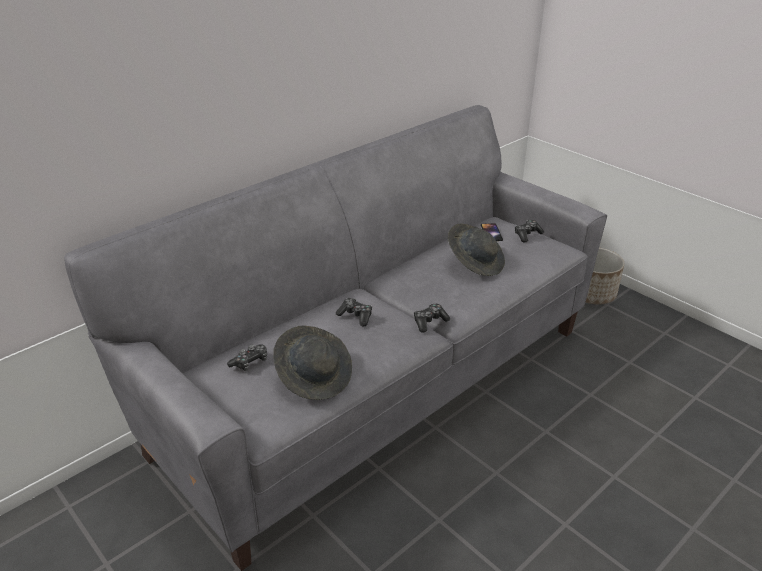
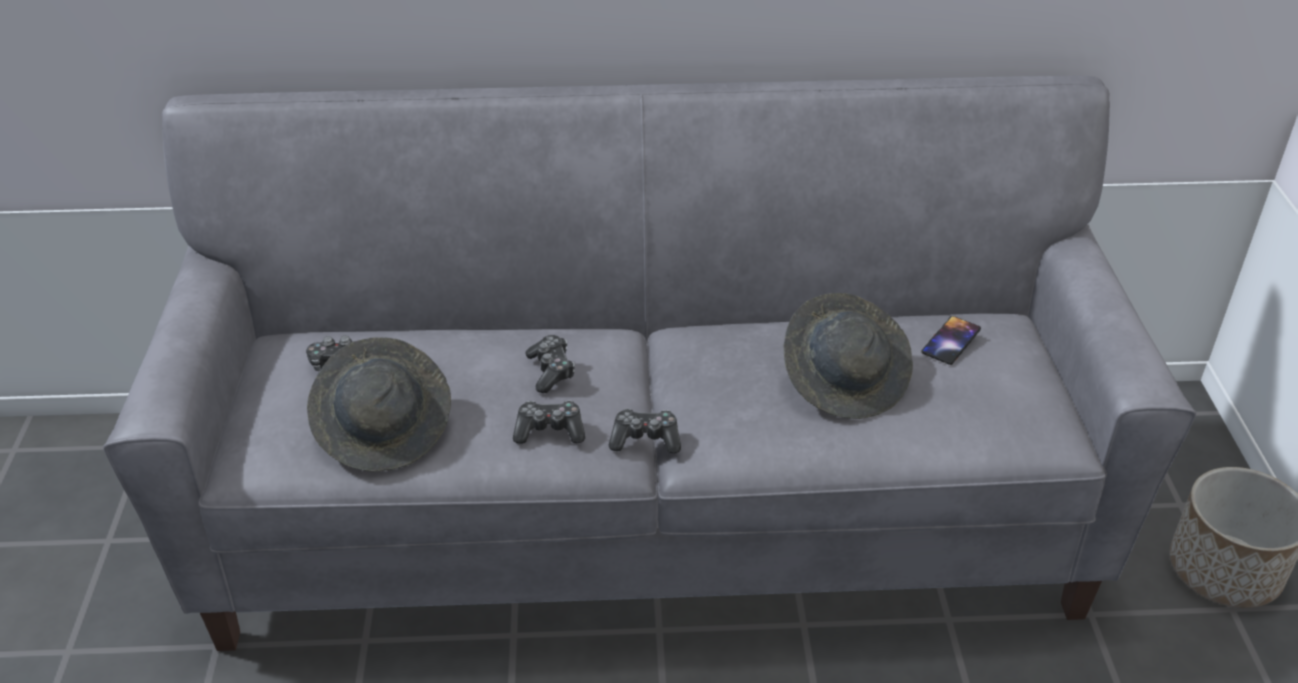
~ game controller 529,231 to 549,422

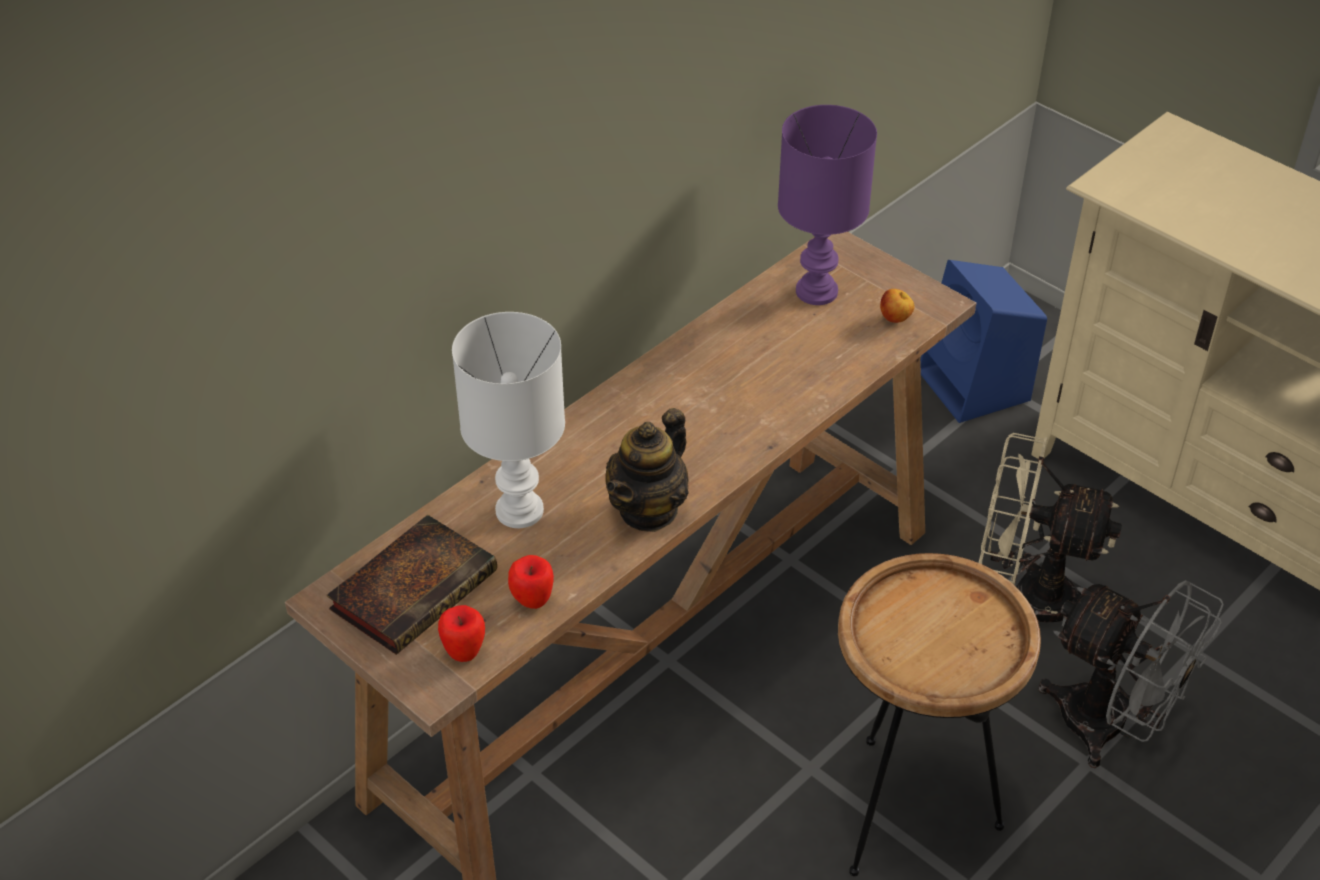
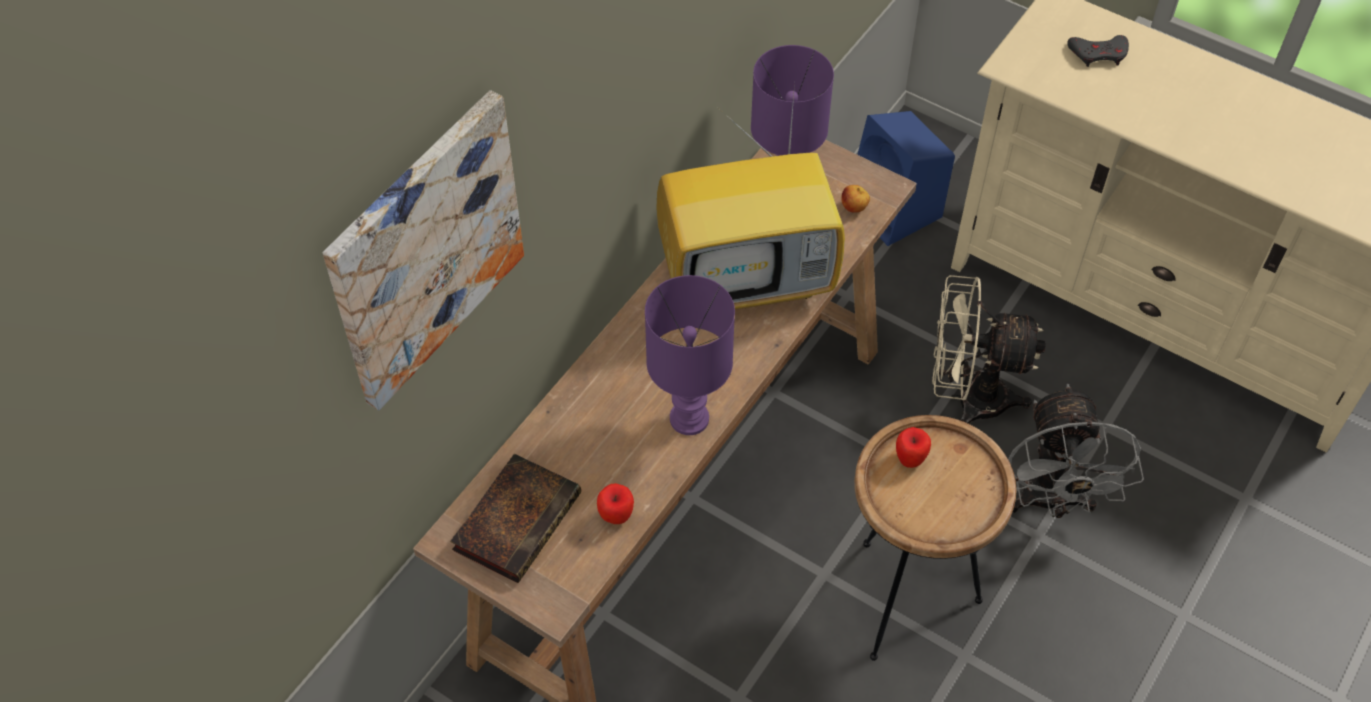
~ apple fruit 461,633 to 913,447
- lamp for a table/whitish 508,420
~ teapot 647,470 to lamp for a table/purple-coloured 690,355
~ fan/greyish 1131,674 = 1076,451 60 degrees clockwise
+ picture 423,250
+ TV set 750,196
+ game controller/greyish 1098,51

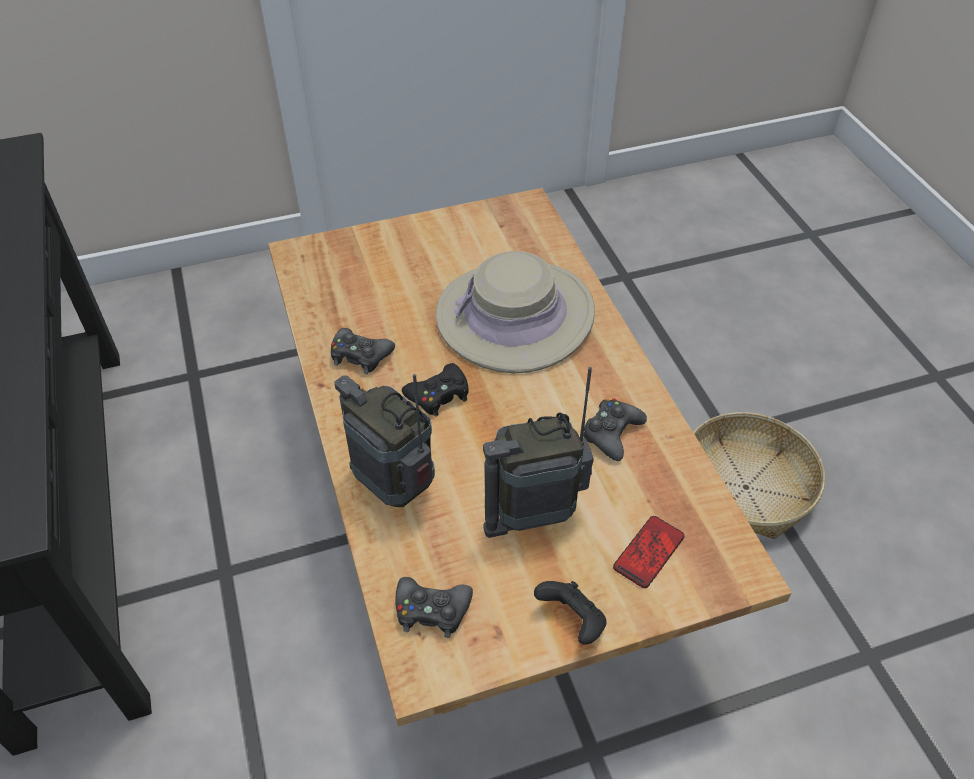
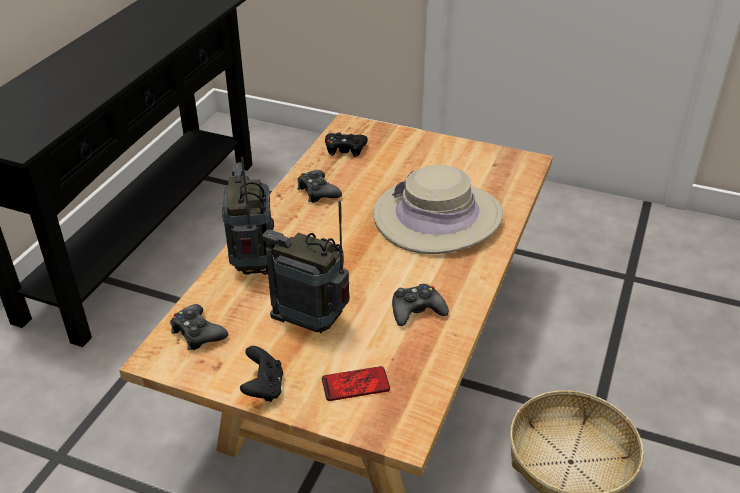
~ game controller/black-coloured 435,390 to 346,144

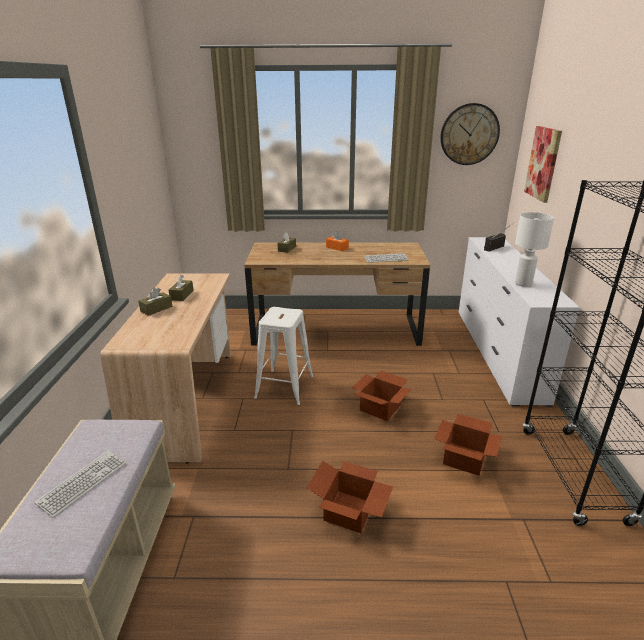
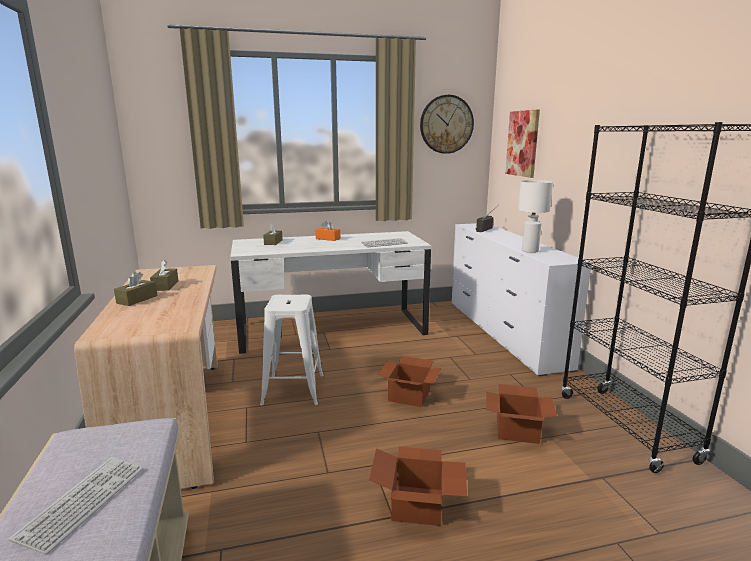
~ desk/brownish 337,294 to desk/whitish 330,292

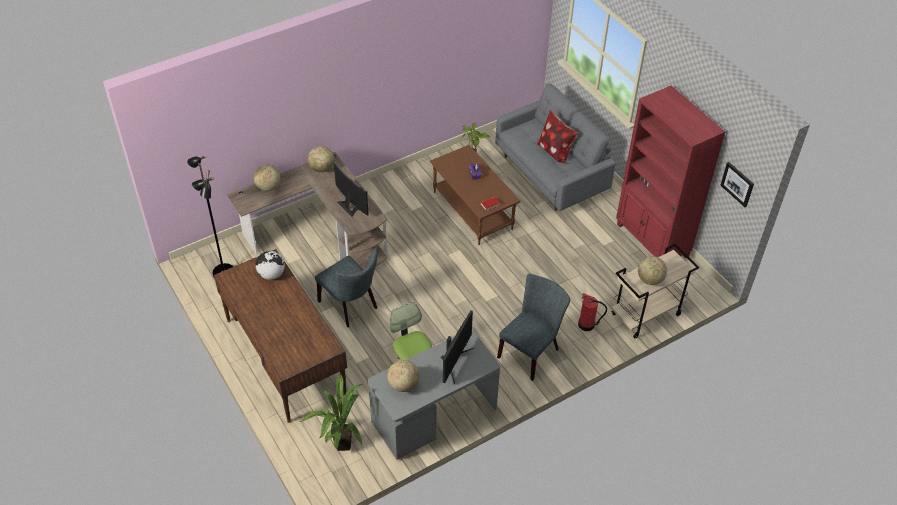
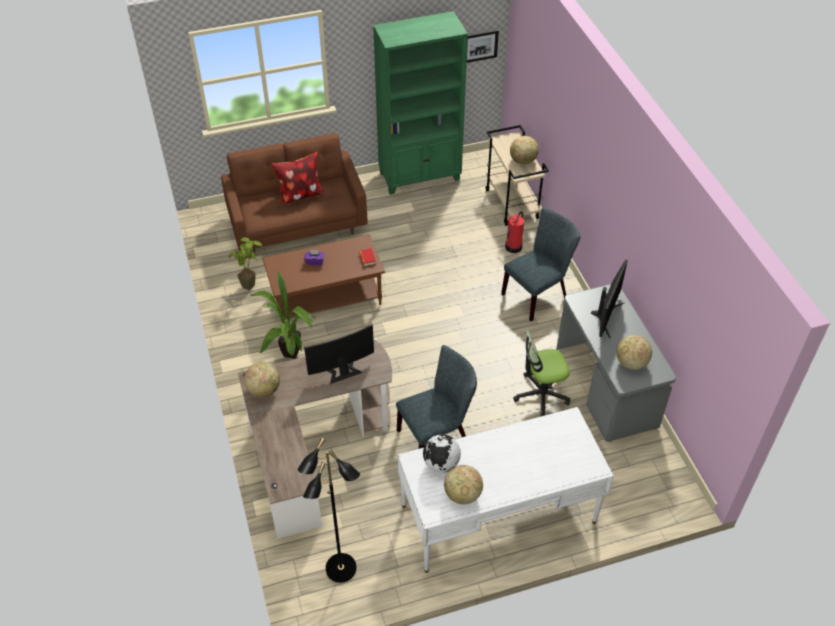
~ desk/brownish 280,336 to desk/whitish 506,490
~ globe 267,177 to 463,485
~ potted plant 331,412 to 281,315
~ computer screen 457,346 = 609,298 75 degrees clockwise
~ sofa/greyish 555,147 to sofa/brownish 294,194
~ upright chair/greyish 533,327 = 541,264 90 degrees clockwise
~ bookshelf/reddish 670,172 to bookshelf/green-coloured 420,103

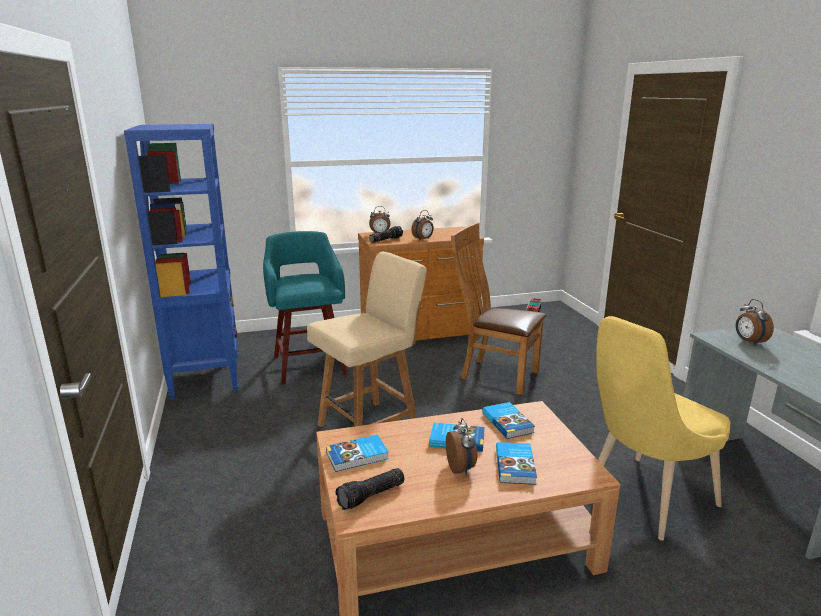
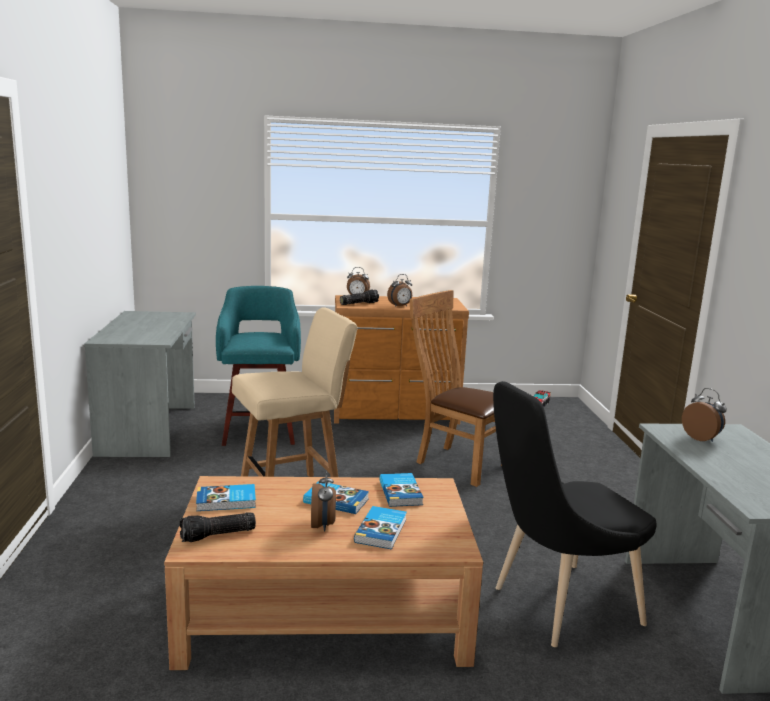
~ bookshelf/blue 181,262 to desk/greyish 140,384
~ upright chair/yellow-coloured 663,428 to upright chair/black-coloured 575,514
~ bedside clock 755,322 = 704,415 150 degrees clockwise

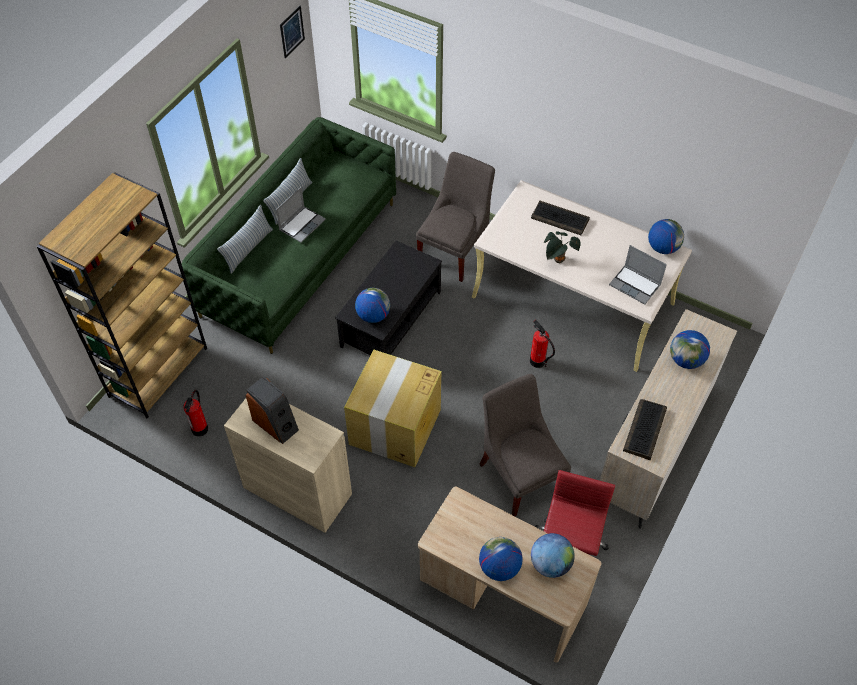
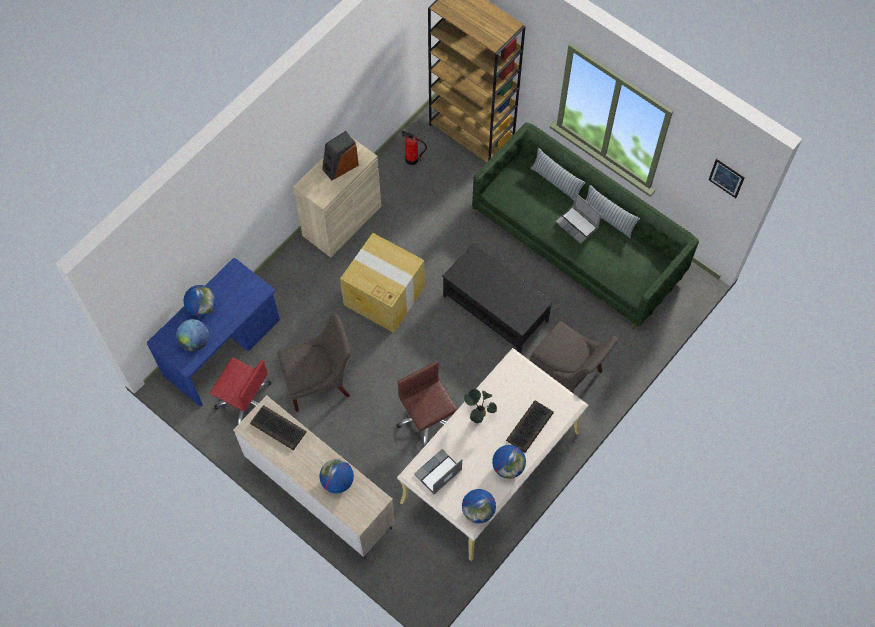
~ globe 372,305 to 509,462
~ desk/beige 509,574 to desk/blue 213,332
~ fire extinguisher 542,344 to computer chair/brownish 427,404

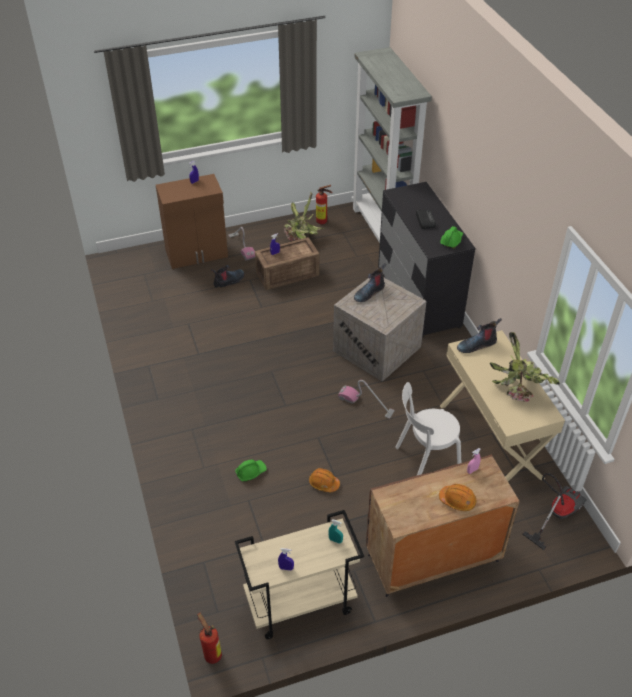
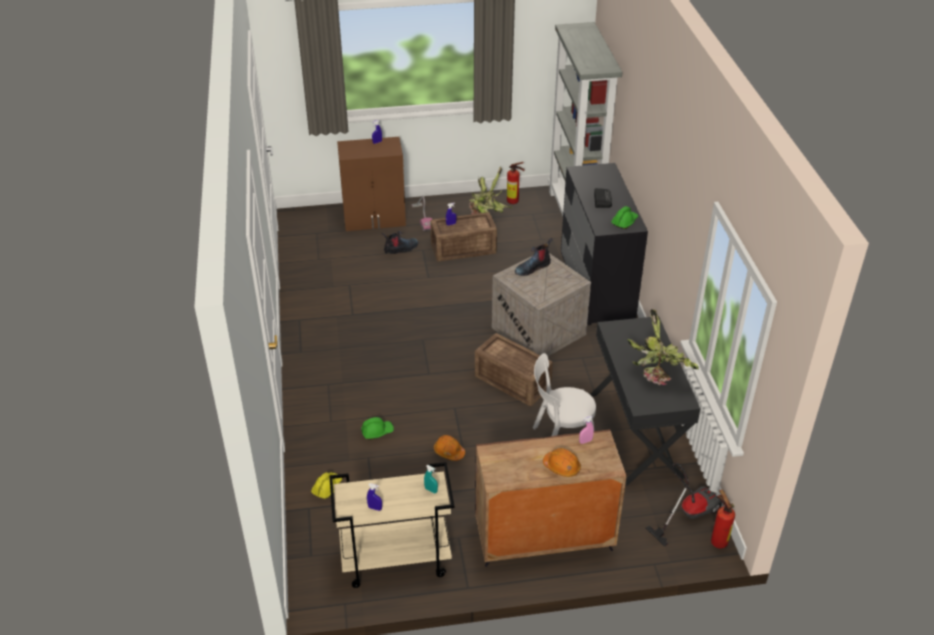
~ fire extinguisher 209,638 to 723,519
~ vacuum cleaner 366,399 to crate 514,369
~ desk/beige 502,405 to desk/black-coloured 645,401
- boot 479,335
+ work helmet/yellow-coloured 326,485

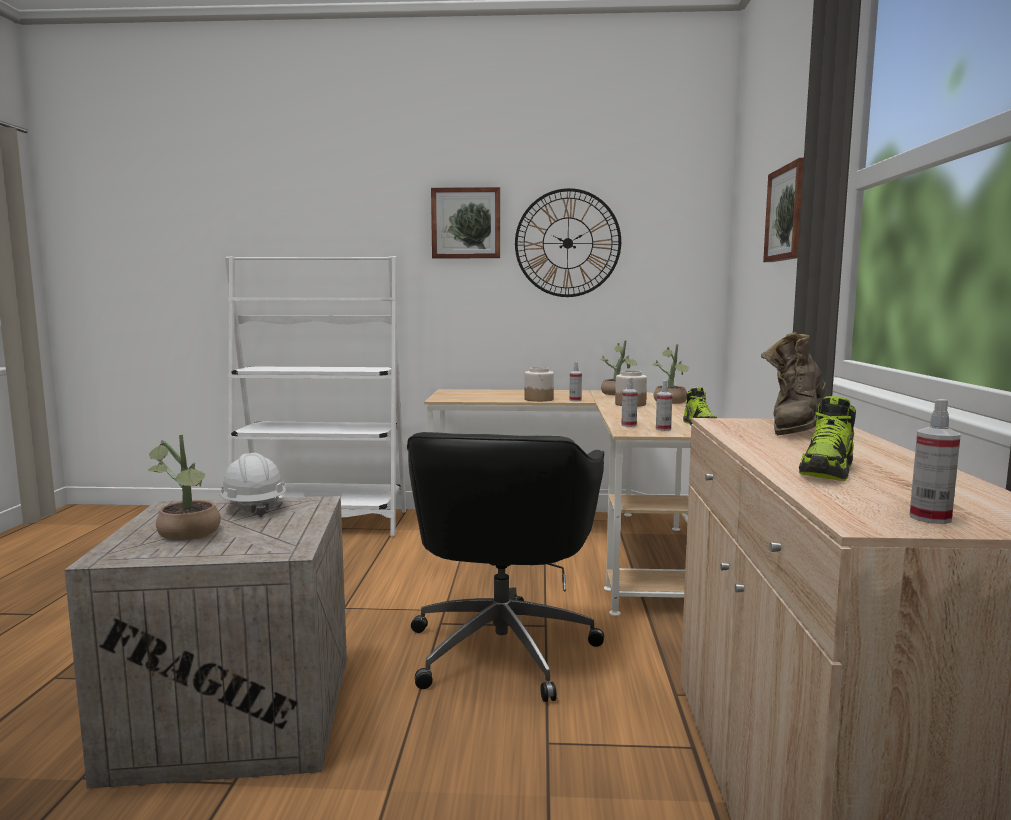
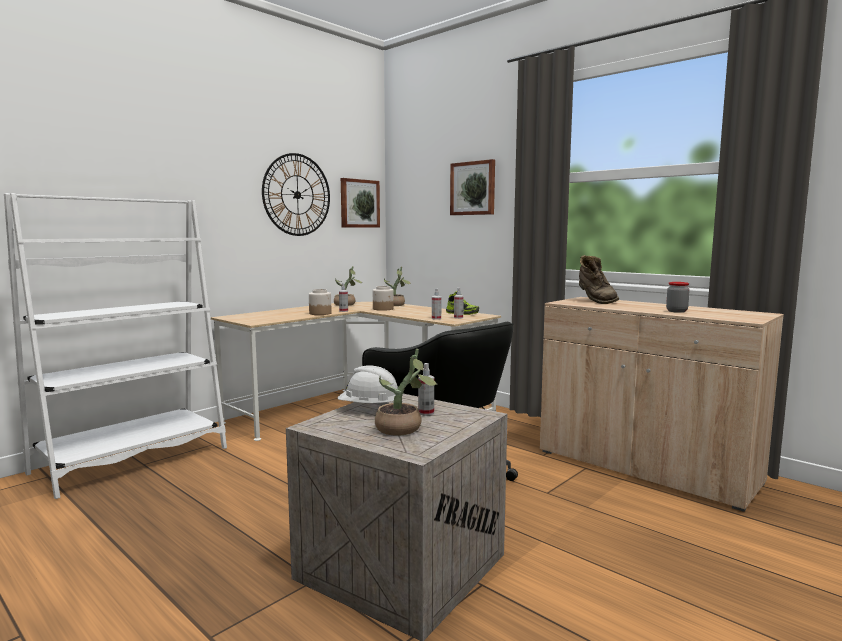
~ picture 465,222 to 360,203
~ item of footwear 827,438 to preserve jar 678,297
~ sprayer 935,461 to 426,389

